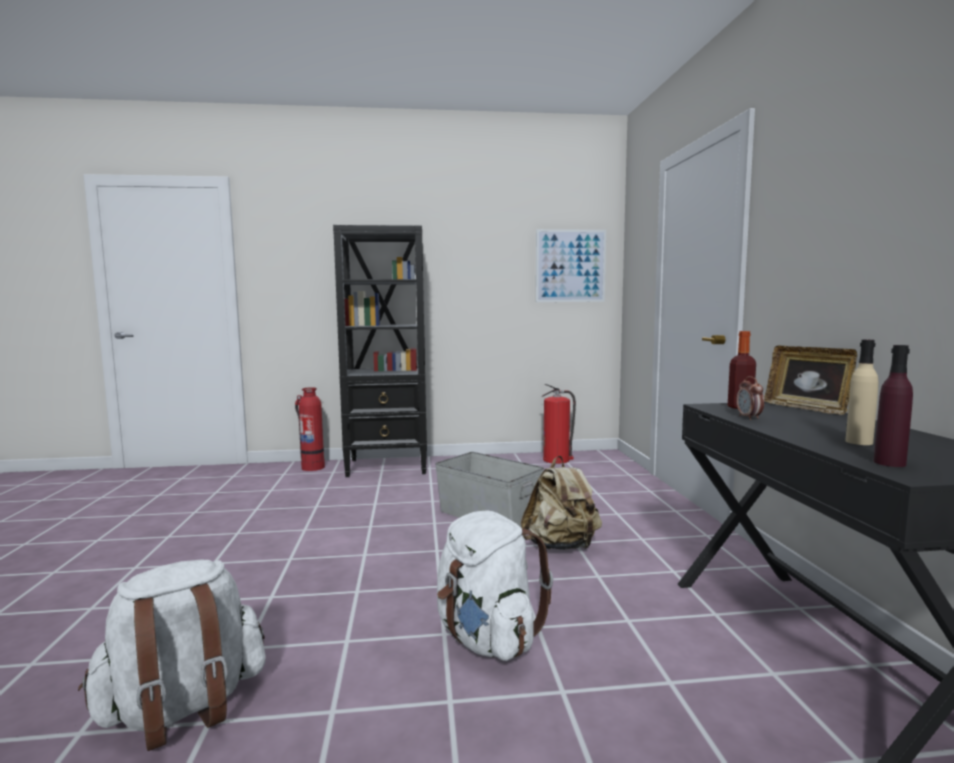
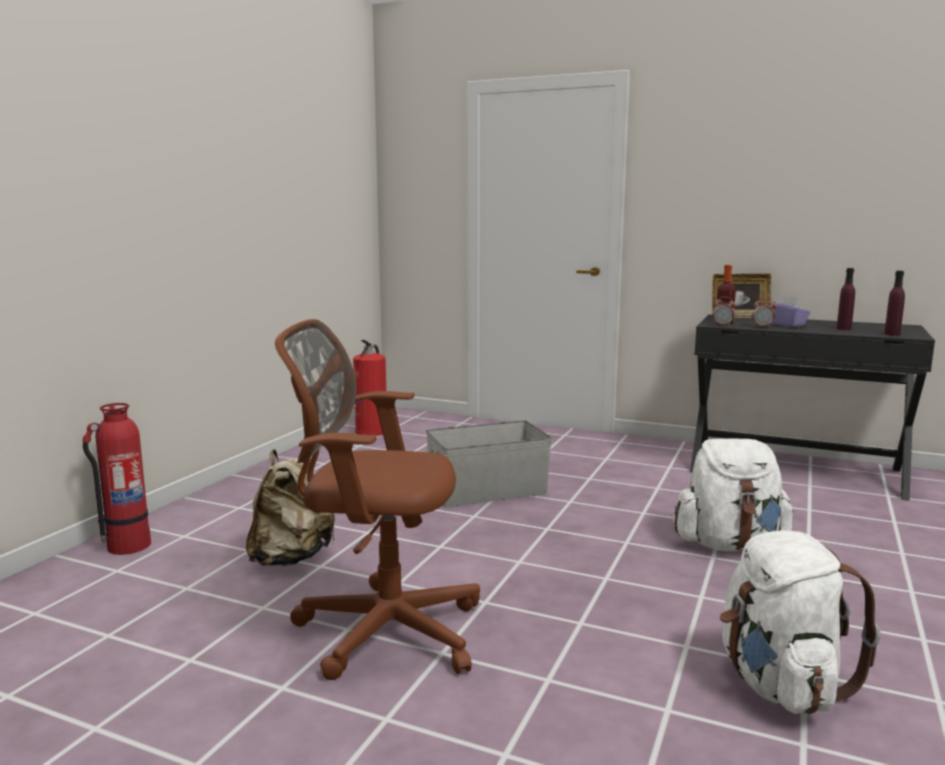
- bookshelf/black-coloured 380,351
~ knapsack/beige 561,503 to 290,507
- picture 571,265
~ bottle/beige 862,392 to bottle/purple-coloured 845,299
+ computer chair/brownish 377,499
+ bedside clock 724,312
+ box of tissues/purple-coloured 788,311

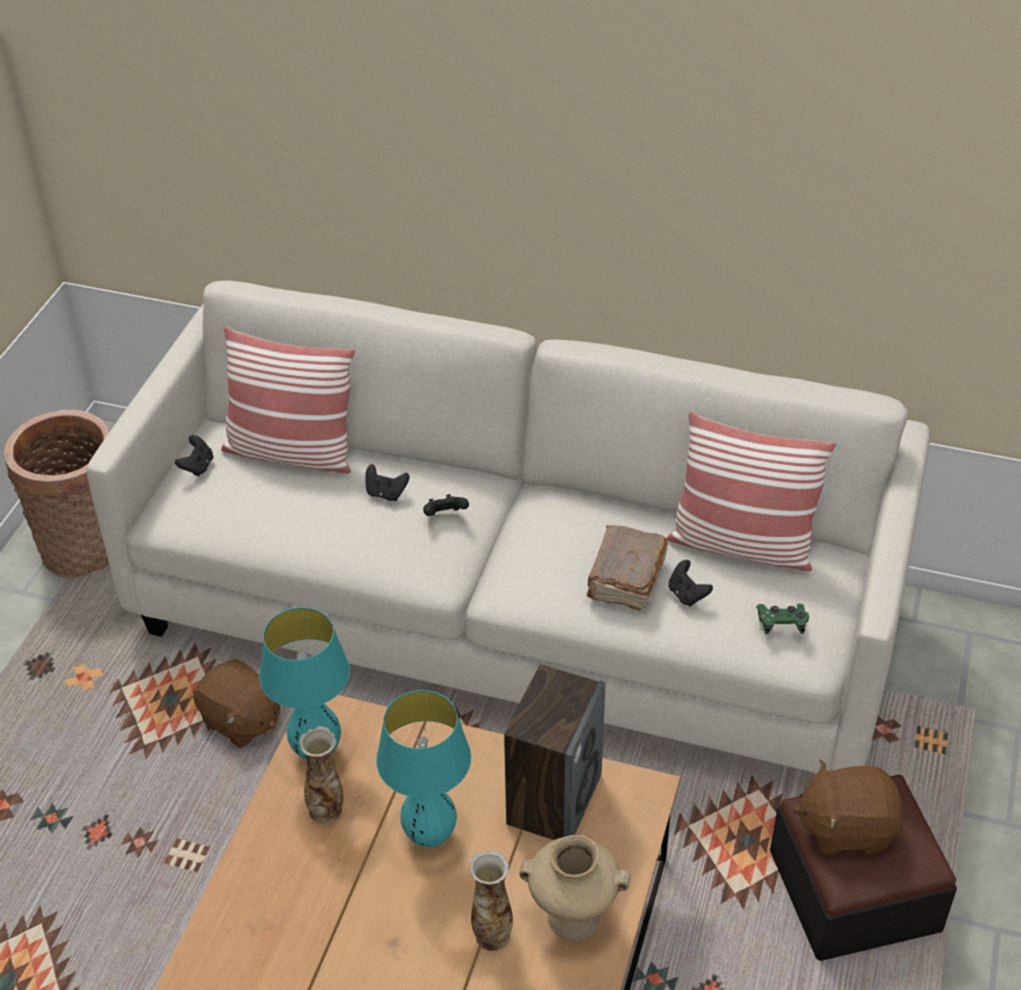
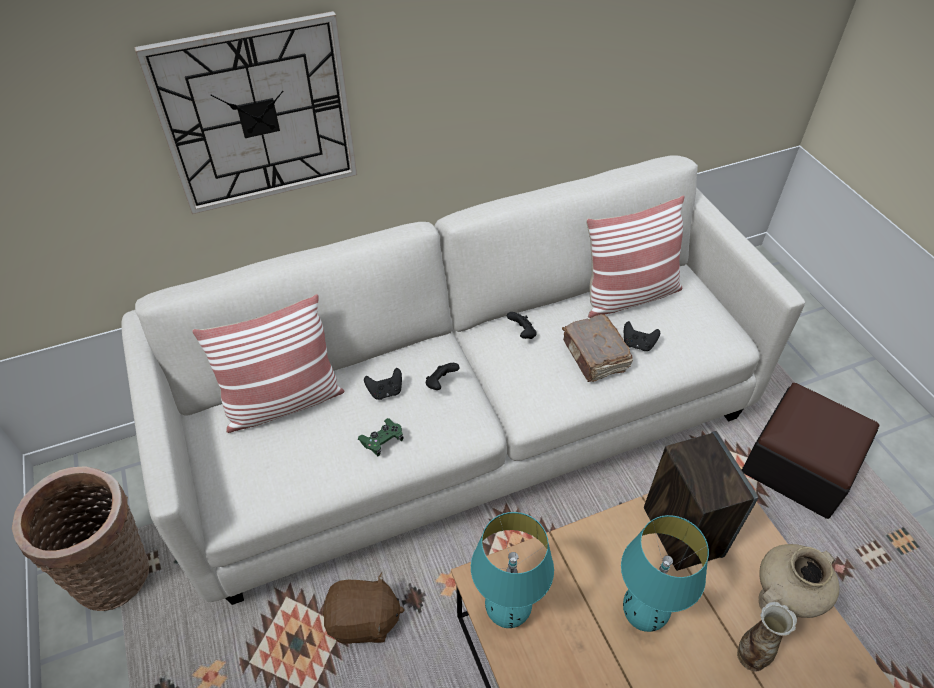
~ game controller/black-coloured 194,455 to 522,325
- vase 321,775
~ game controller/green-coloured 783,619 to 381,437
- cuddly toy/brownish 847,806
+ hanging clock 245,112

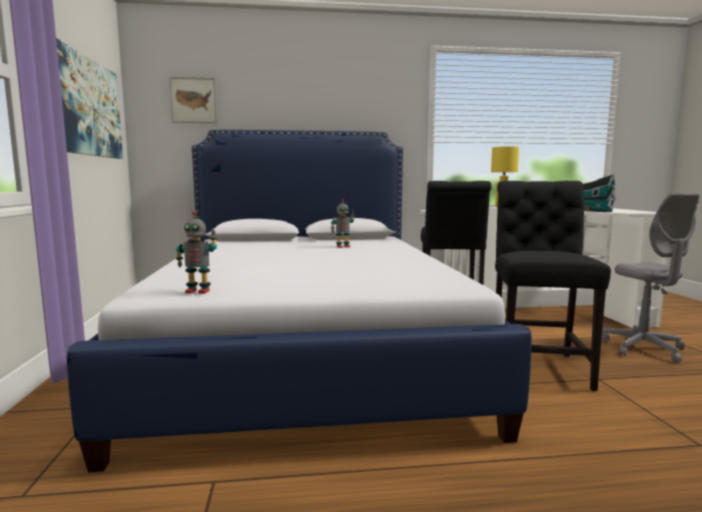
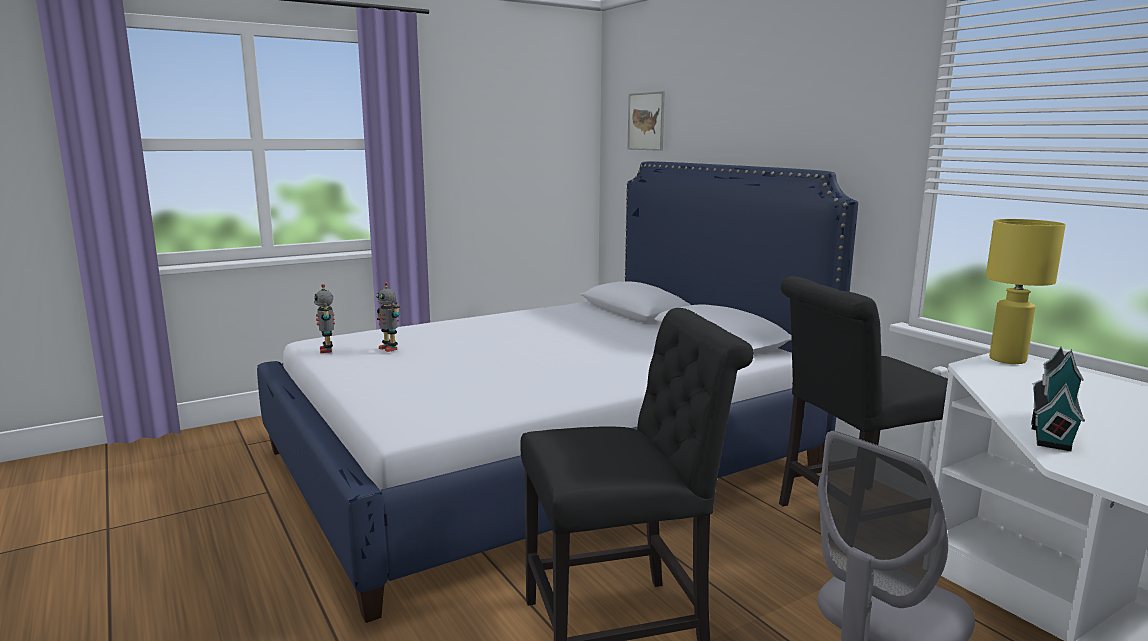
- picture 89,98
~ toy robot 342,223 to 388,317

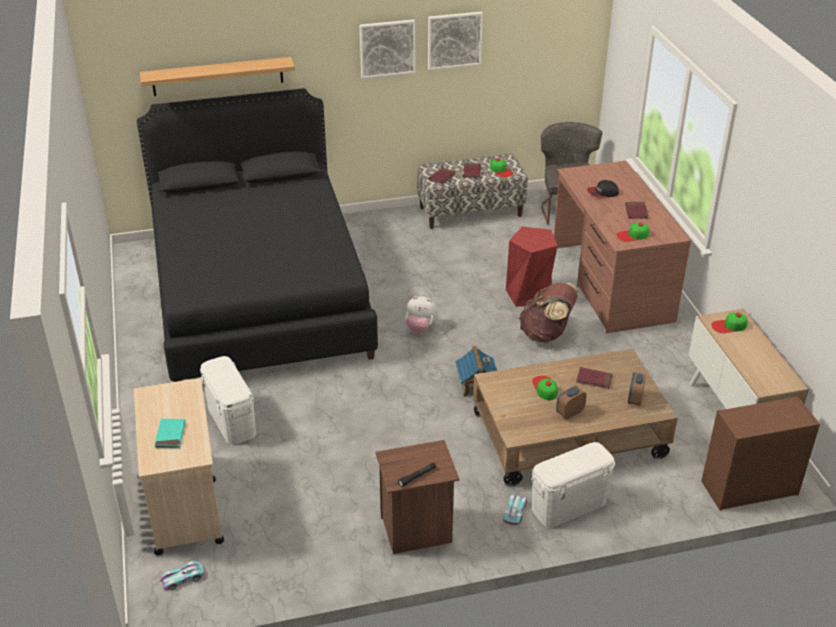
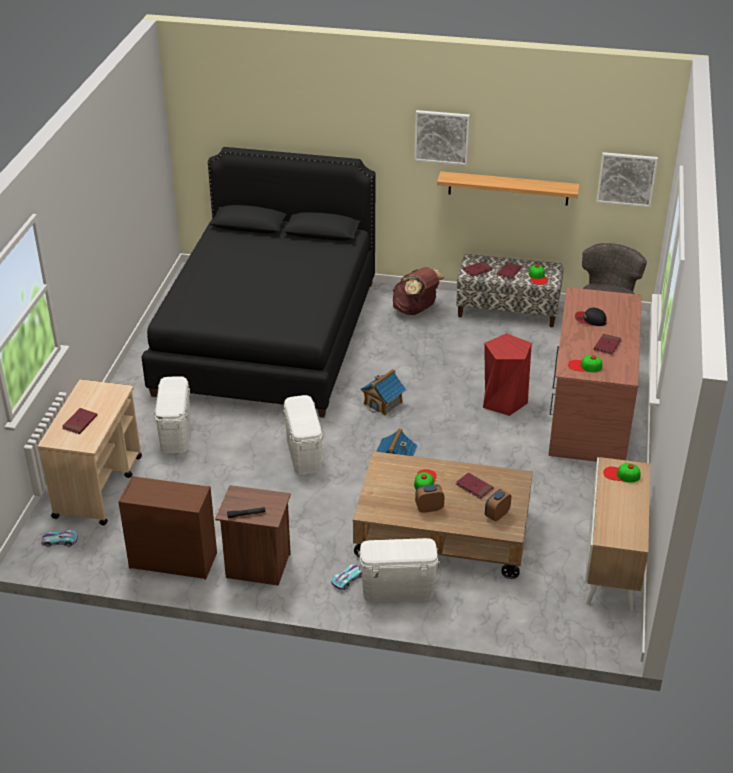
~ bracket shelf 217,76 to 508,188
~ bound book/turquoise-coloured 169,433 to bound book/reddish 79,421
~ cuddly toy 421,314 to toy house 383,392
~ picture 455,41 to 627,179
~ knapsack/brownish 548,312 to 418,291
~ chest of drawers/brownish 760,453 to 167,528
+ storage box/whitish 303,435

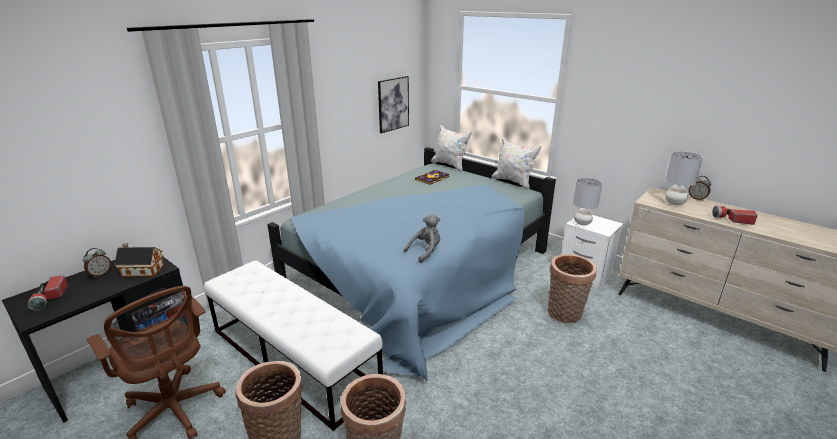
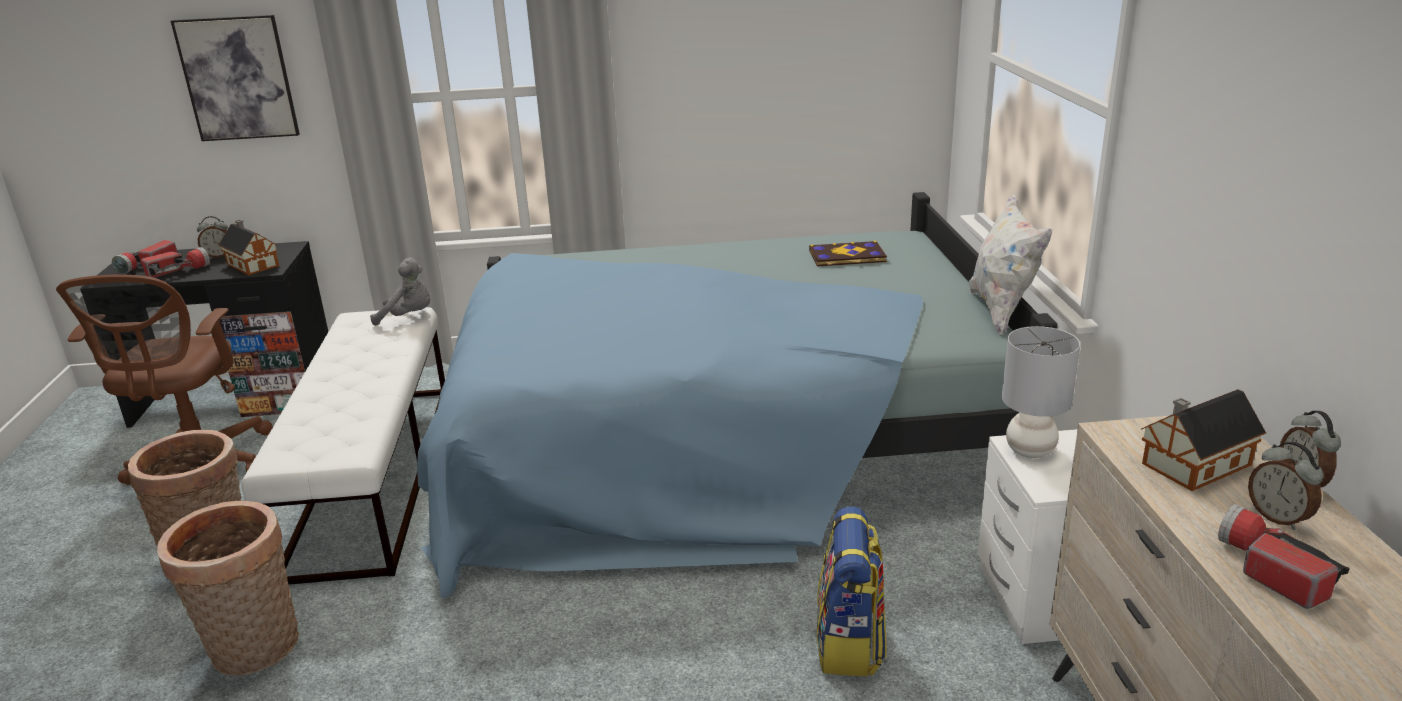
~ picture 393,104 to 235,78
~ cuddly toy/greyish 422,238 to 400,291
- pillow/whitish 451,148
~ basket 572,288 to knapsack 852,591
~ lamp for a table/greyish 684,178 to toy house 1203,440
+ torch 175,262
+ bedside clock 1286,486

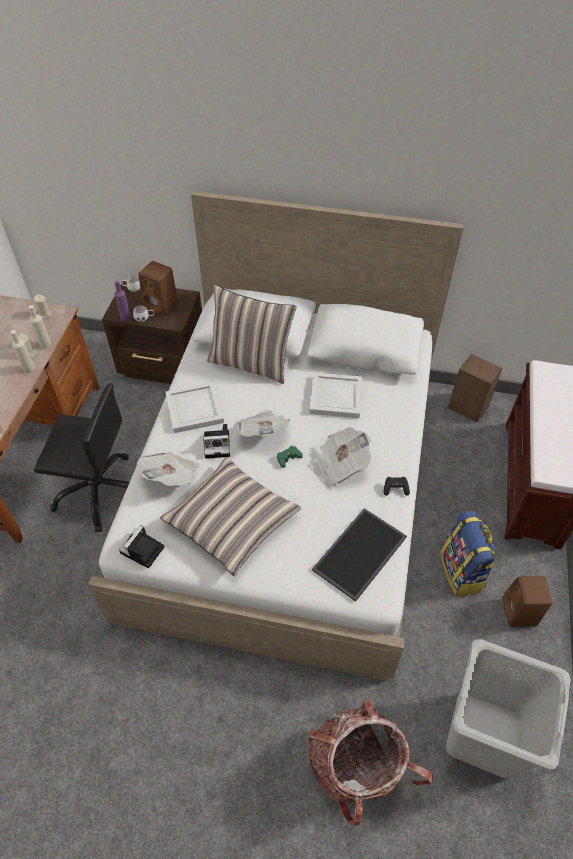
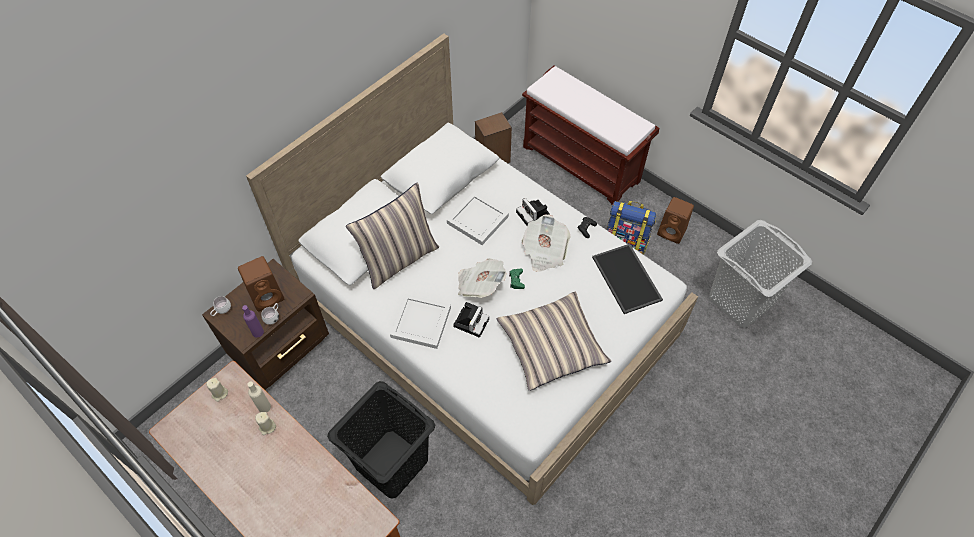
- bottle/beige 22,351
~ computer chair/black-coloured 82,457 to washing basket/black-coloured 381,440
~ photo camera 141,546 to 533,212
- daily paper 168,469
- knapsack 371,763

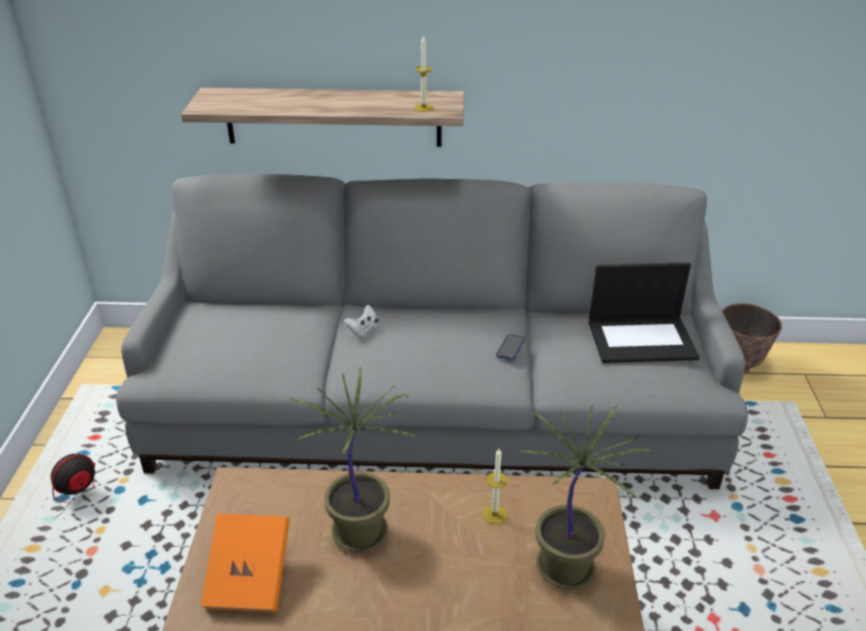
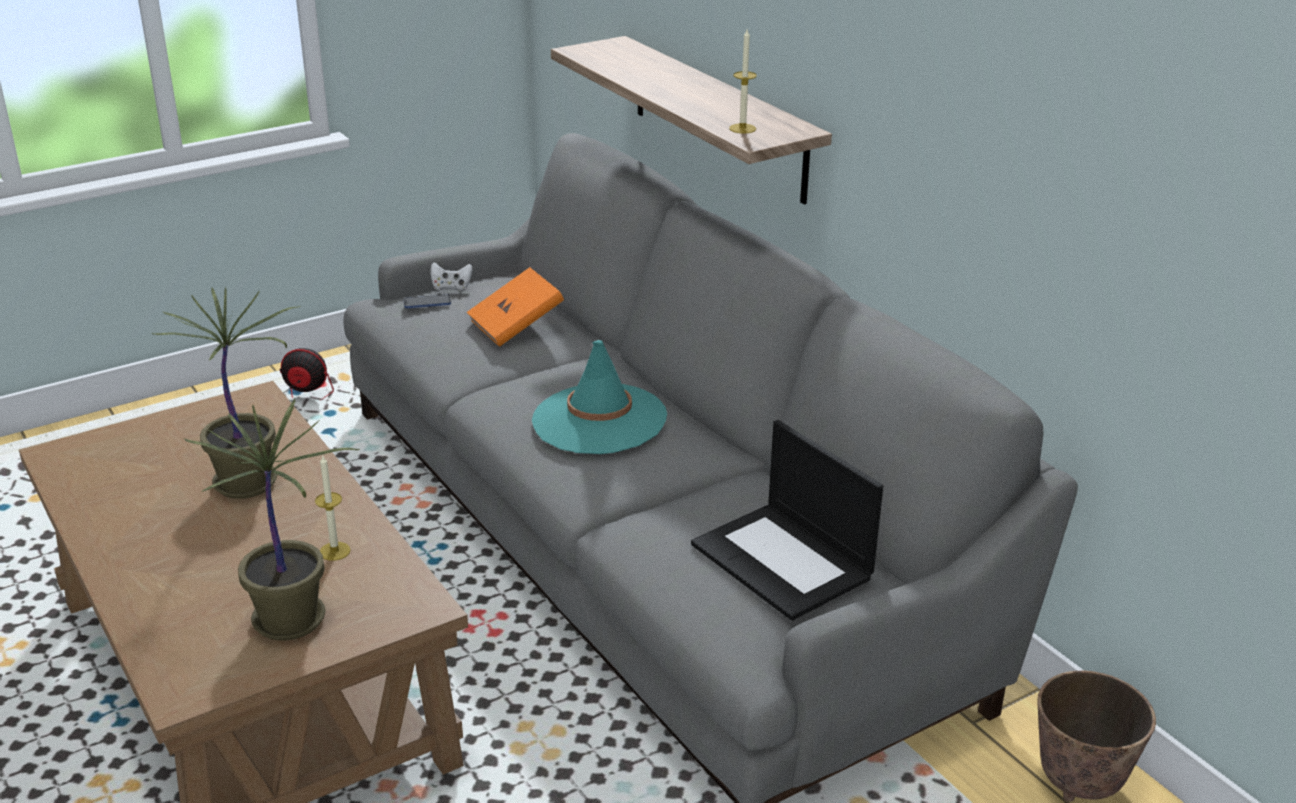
~ bound book/orange 245,563 to 515,307
~ game controller/whitish 361,321 to 452,276
~ phone 510,347 to 427,301
+ hat/turquoise-coloured 599,397

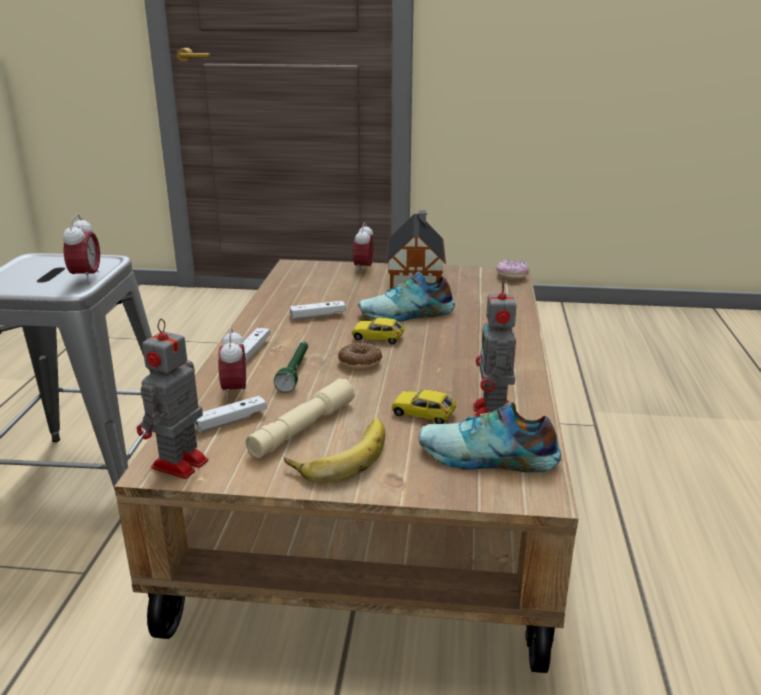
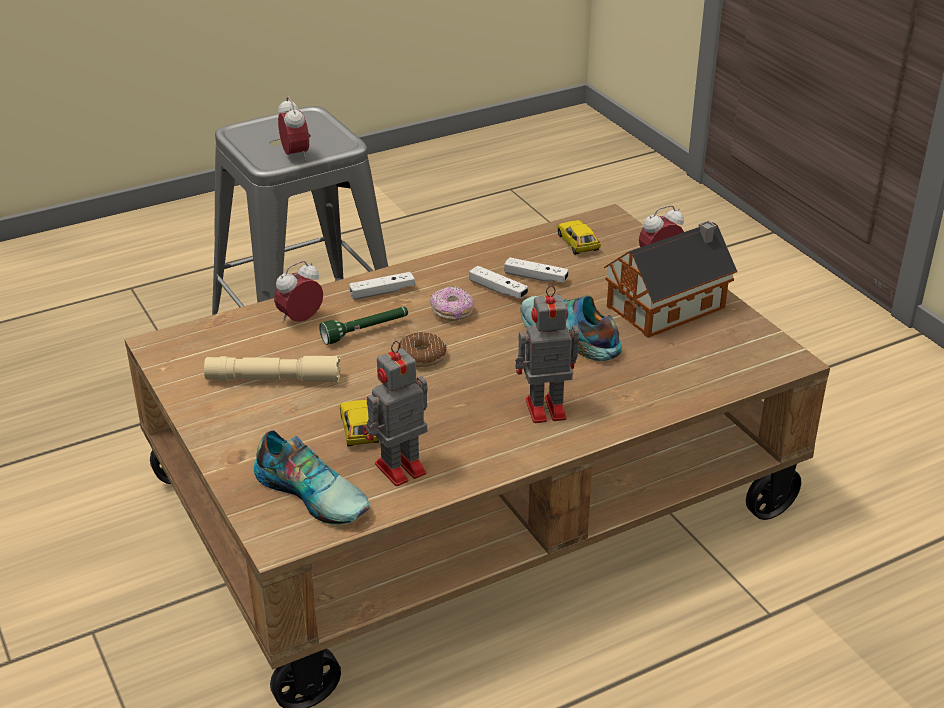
~ bedside clock 81,248 = 293,128 75 degrees counterclockwise
~ toy robot 172,399 to 547,354
~ game controller/whitish 230,414 to 536,269
- whole banana 334,450
~ toy car 378,331 to 579,237
~ item of footwear 490,437 = 311,477 150 degrees clockwise
~ ring doughnut 513,270 to 452,303

